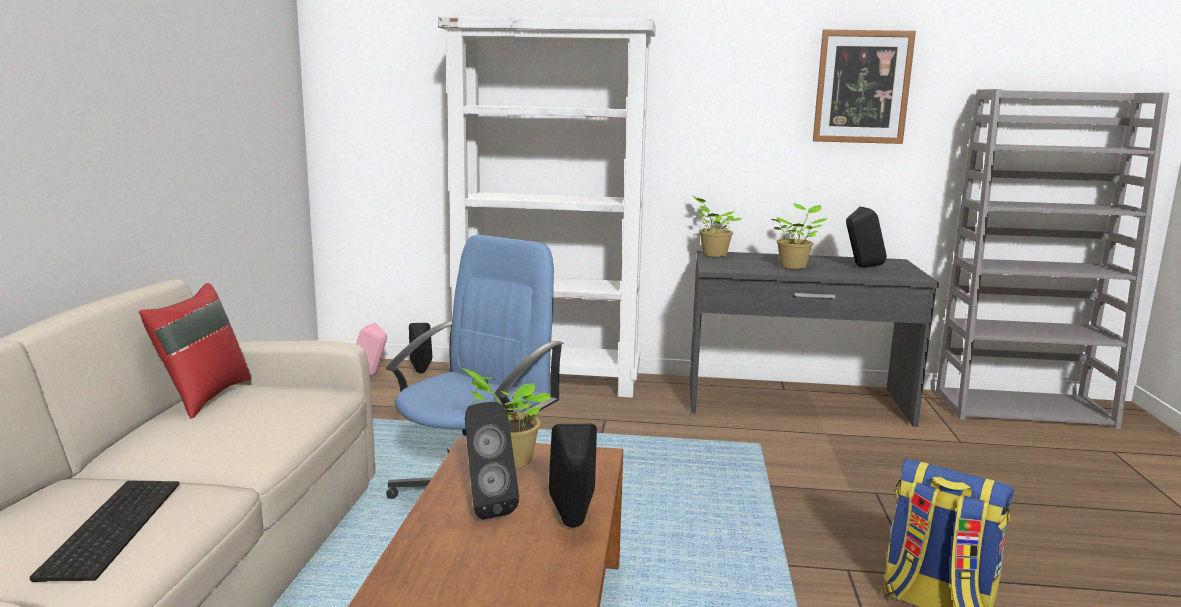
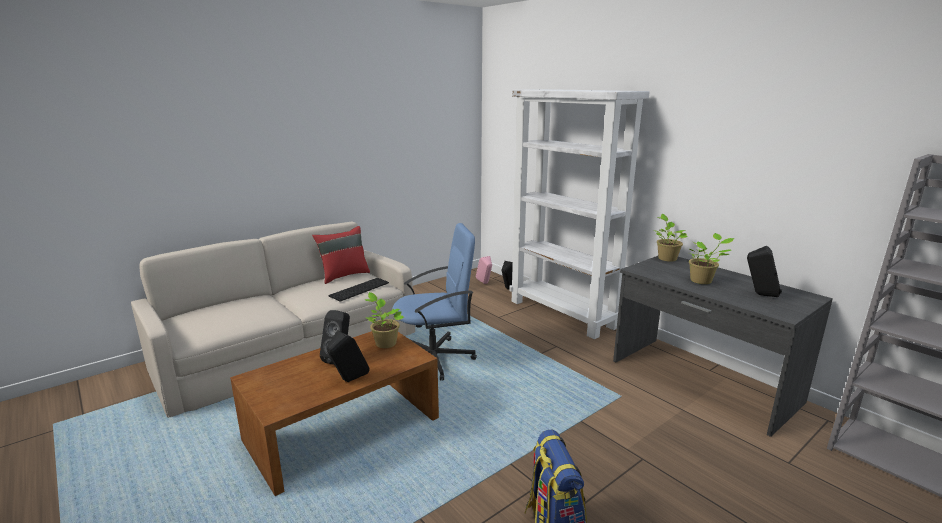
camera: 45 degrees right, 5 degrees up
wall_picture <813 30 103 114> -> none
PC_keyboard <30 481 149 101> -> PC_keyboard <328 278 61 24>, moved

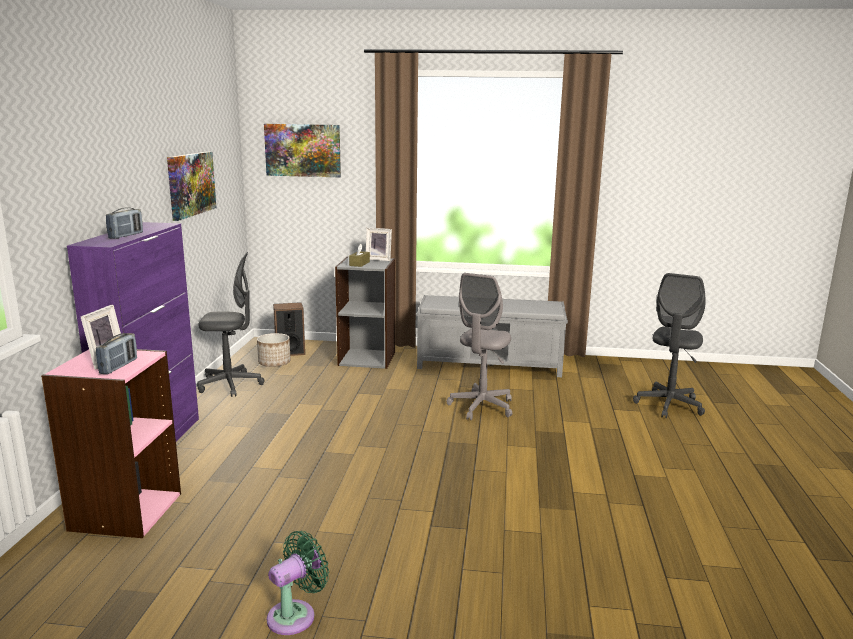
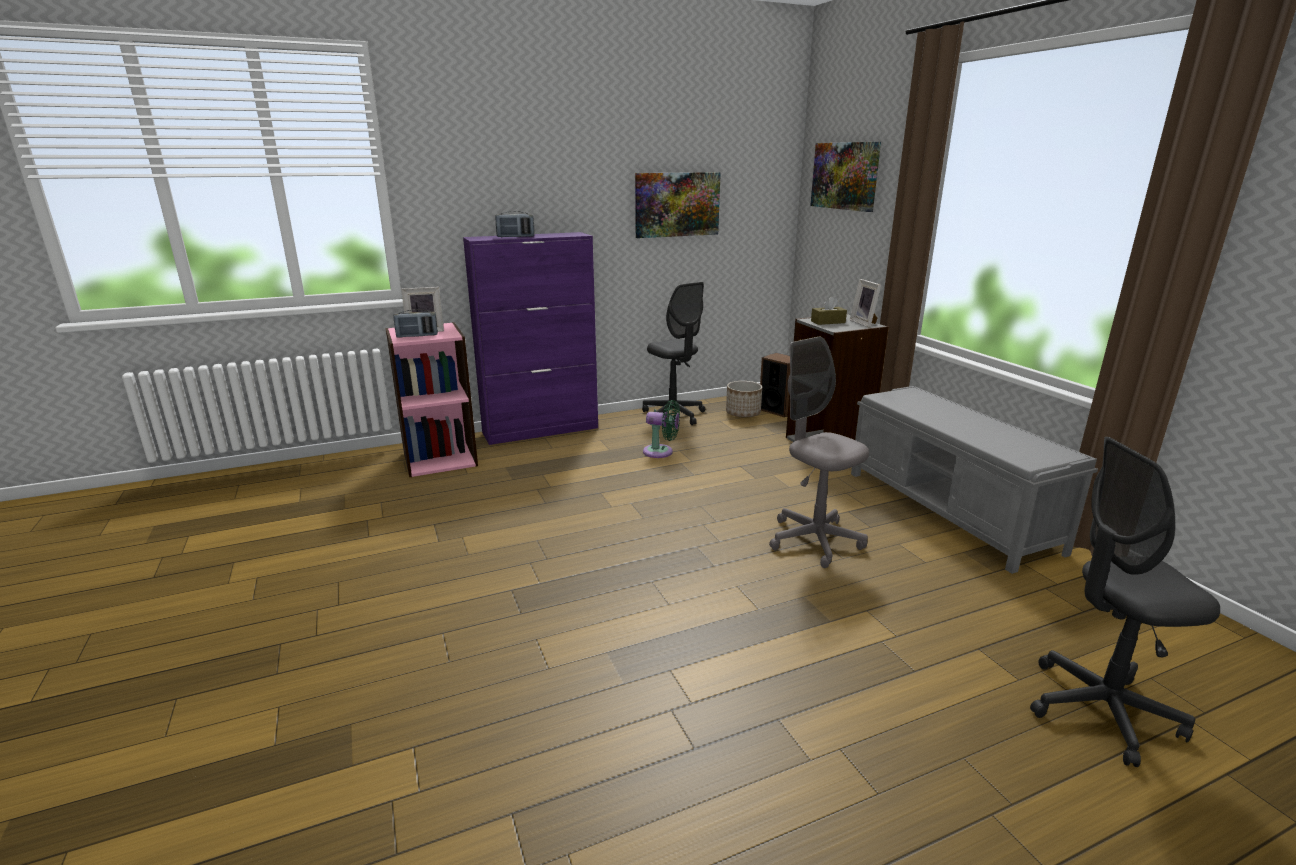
camera: 60 degrees right, 5 degrees up
gray_office_chair <446 273 66 147> -> gray_office_chair <769 336 100 232>, 60 degrees clockwise
greenish_cooling_fan <267 531 62 104> -> greenish_cooling_fan <643 400 37 58>, moved

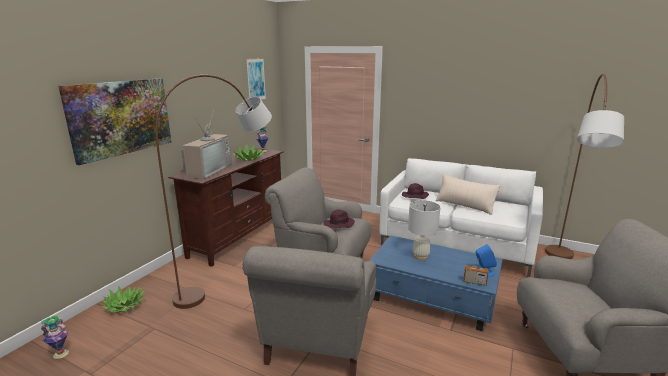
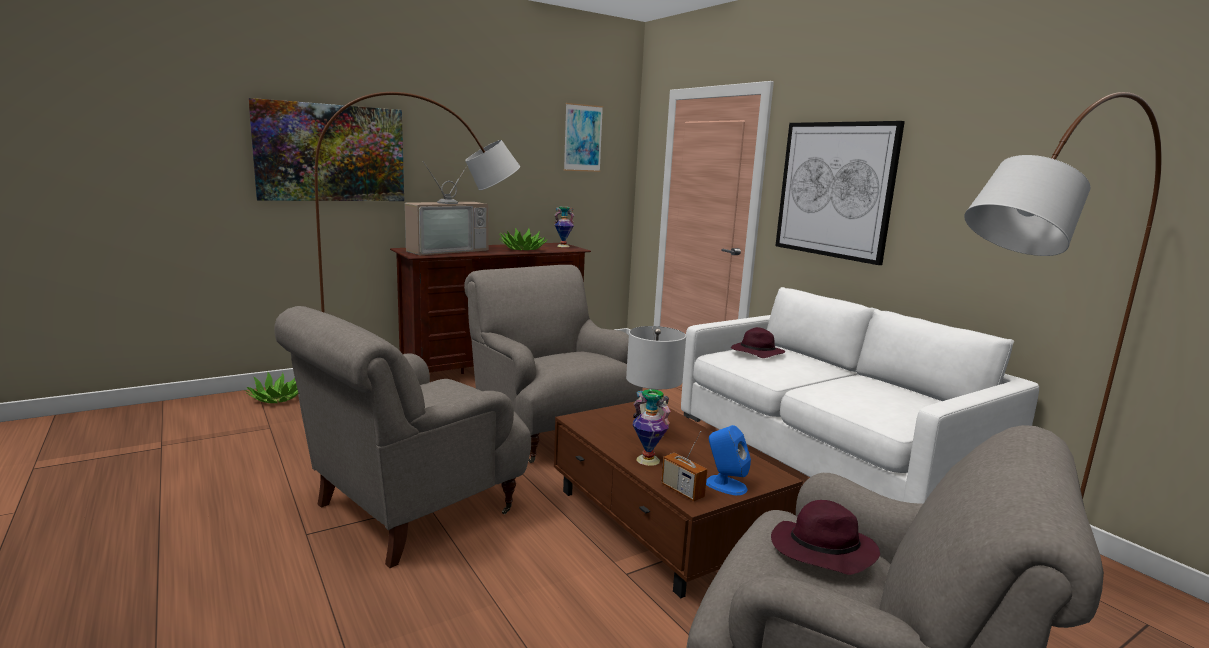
camera: 30 degrees right, 5 degrees down
beige-coloured_cushion <436 174 64 41> -> none
purple_clothing_hat <323 209 32 19> -> purple_clothing_hat <771 500 109 75>, moved
bluish_lounge_table <370 235 132 96> -> brown_lounge_table <554 402 249 196>
decorative_vase <41 316 28 43> -> decorative_vase <632 389 39 77>, moved
none -> wall_picture <775 121 130 144>

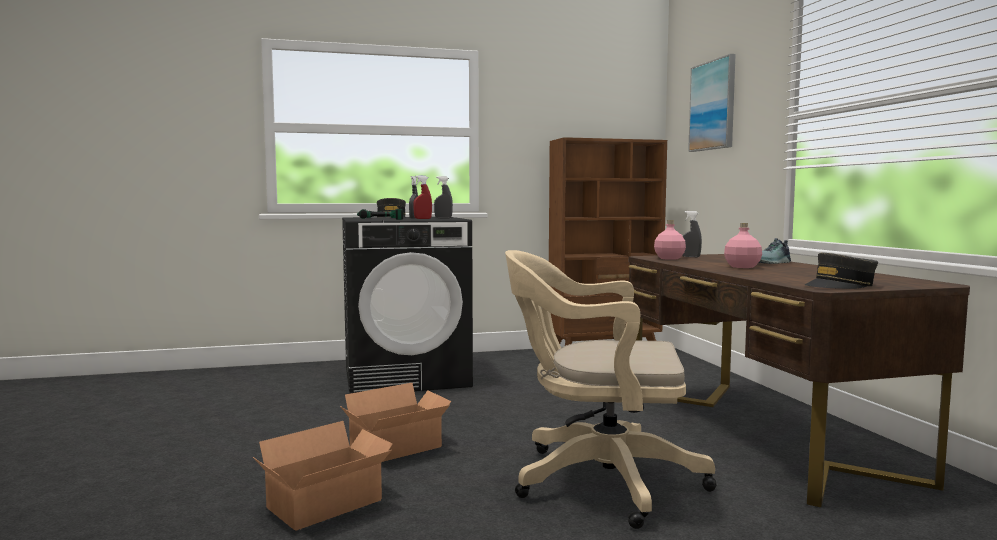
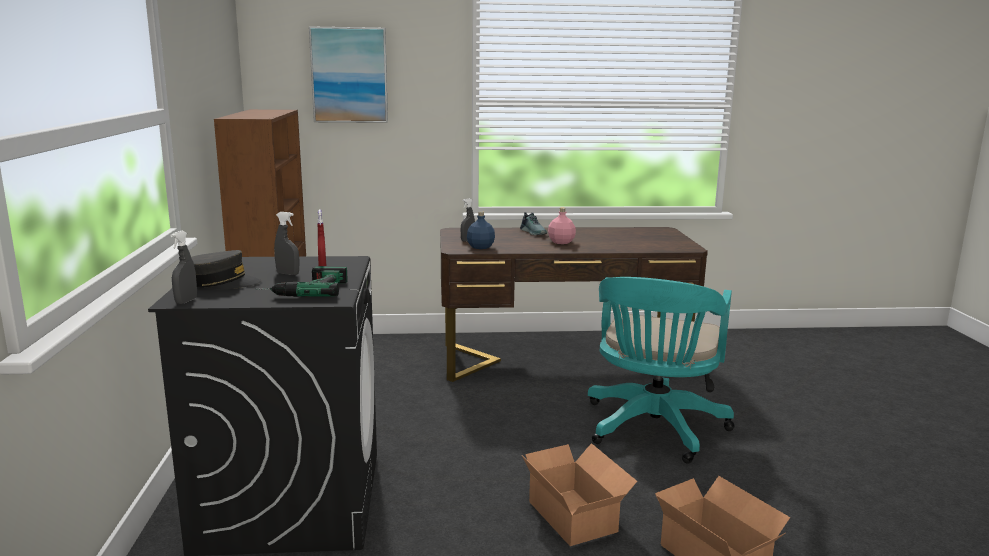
camera: 80 degrees left, 10 degrees up
gray_spray_bottle <434 176 19 42> -> gray_spray_bottle <170 231 27 73>, moved
pinkish_beverage_bottle <654 220 32 40> -> bluish_beverage_bottle <467 211 28 38>
beige-coloured_office_chair <505 250 212 279> -> turquoise_office_chair <588 277 147 187>
gray_baseball_cap <805 253 73 36> -> none

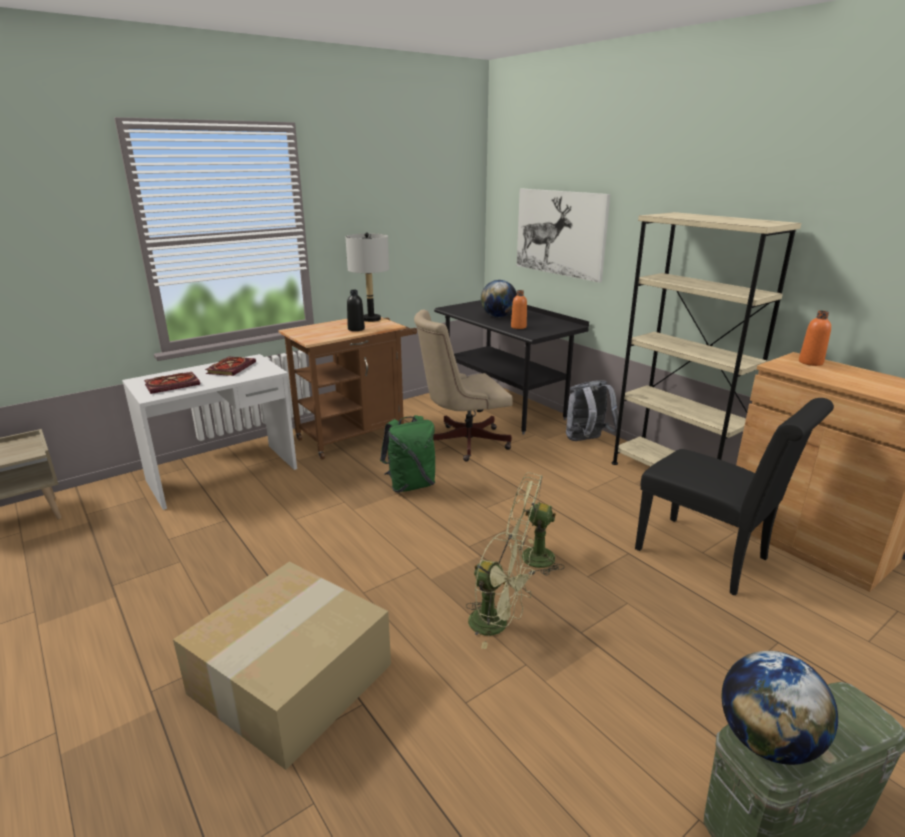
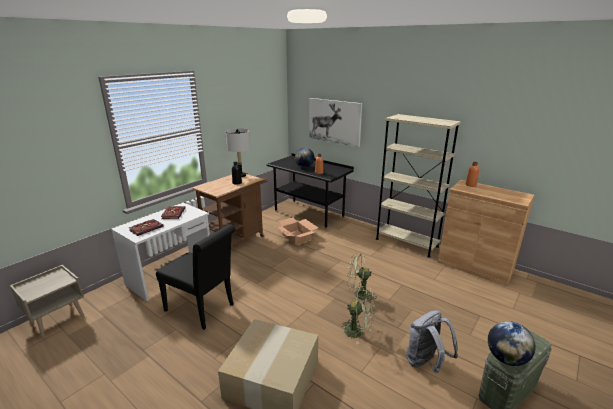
camera: 15 degrees left, 0 degrees up
beige-coloured_office_chair <414 310 99 152> -> cardboard_box <275 217 43 28>
gray_backpack <566 380 52 61> -> gray_backpack <406 310 52 63>, moved
black-coloured_upright_chair <635 398 199 198> -> black-coloured_upright_chair <156 224 79 106>, moved
greenish_backpack <380 415 55 78> -> none

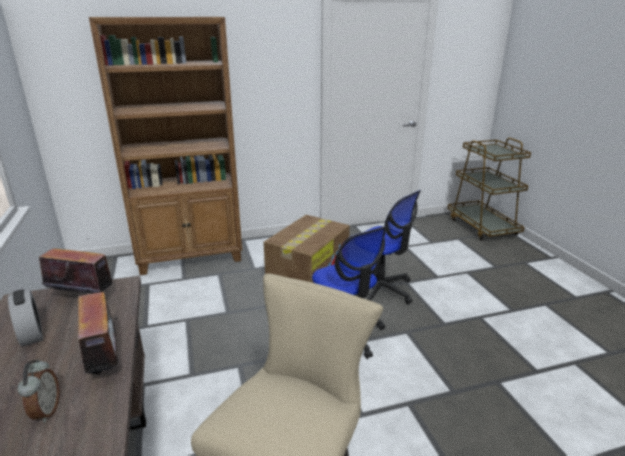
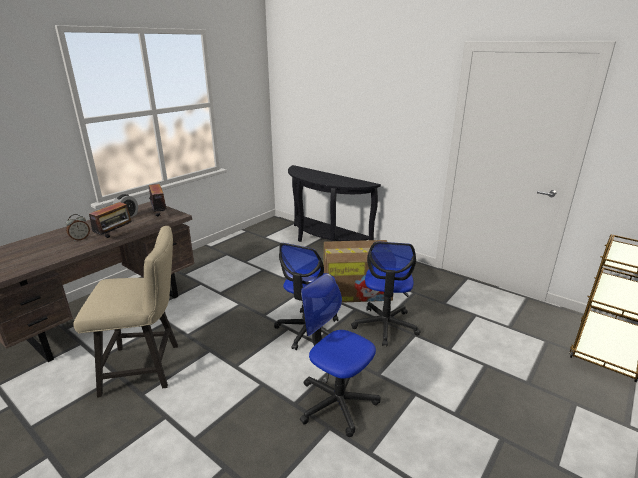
camera: 55 degrees right, 0 degrees up
brown_bookshelf <89 17 153 258> -> black-coloured_narrow_table <288 165 93 77>
none -> office_chair <300 273 81 164>

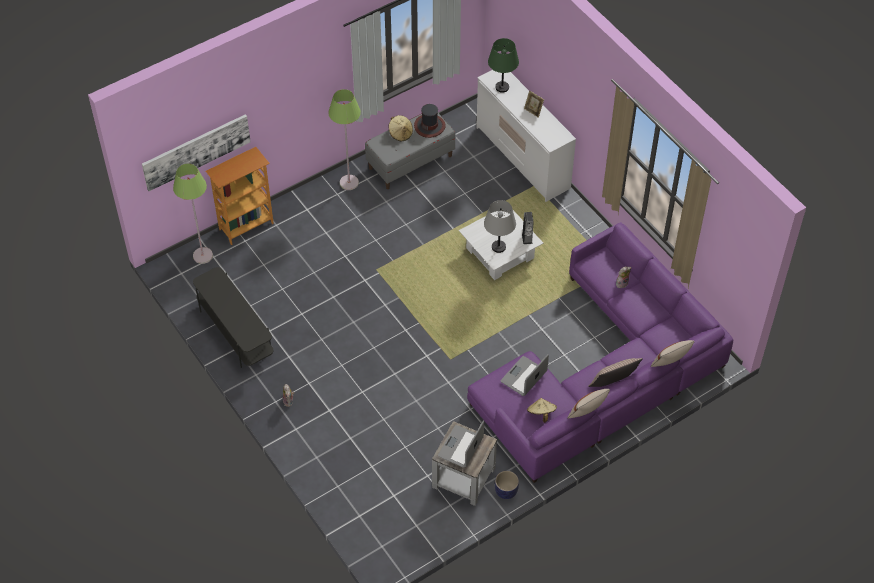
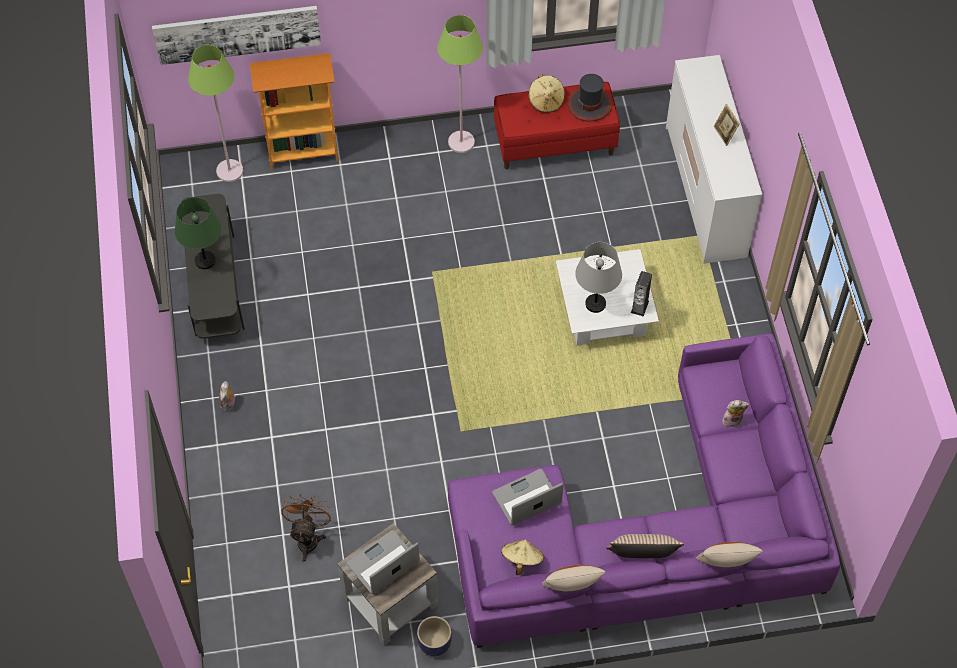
camera: 25 degrees right, 5 degrees up
greenish_lamp_for_a_table <488 38 31 55> -> greenish_lamp_for_a_table <175 197 46 72>, moved
gray_long_seat <365 113 91 76> -> reddish_long_seat <494 82 126 87>
none -> brown_cooling_fan <281 494 51 67>

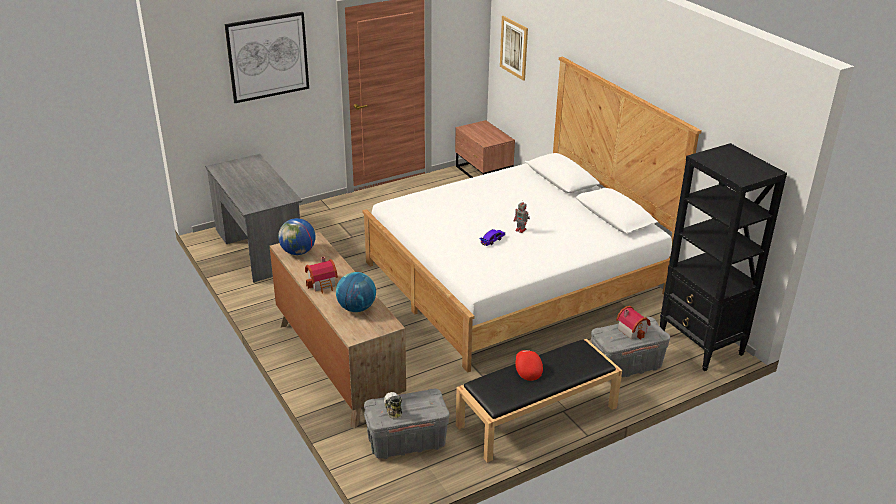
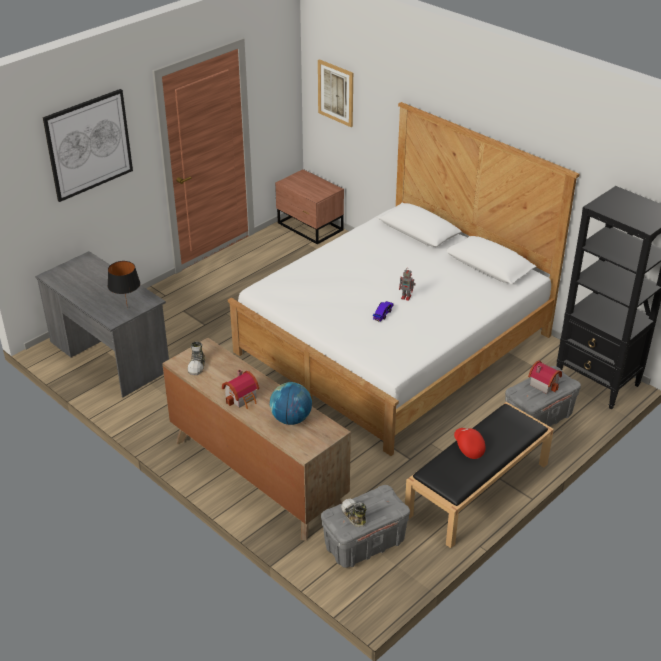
camera: 15 degrees left, 5 degrees up
world_globe <278 218 38 37> -> shoe <188 341 18 34>
none -> black-coloured_lamp_for_a_table <108 261 32 48>

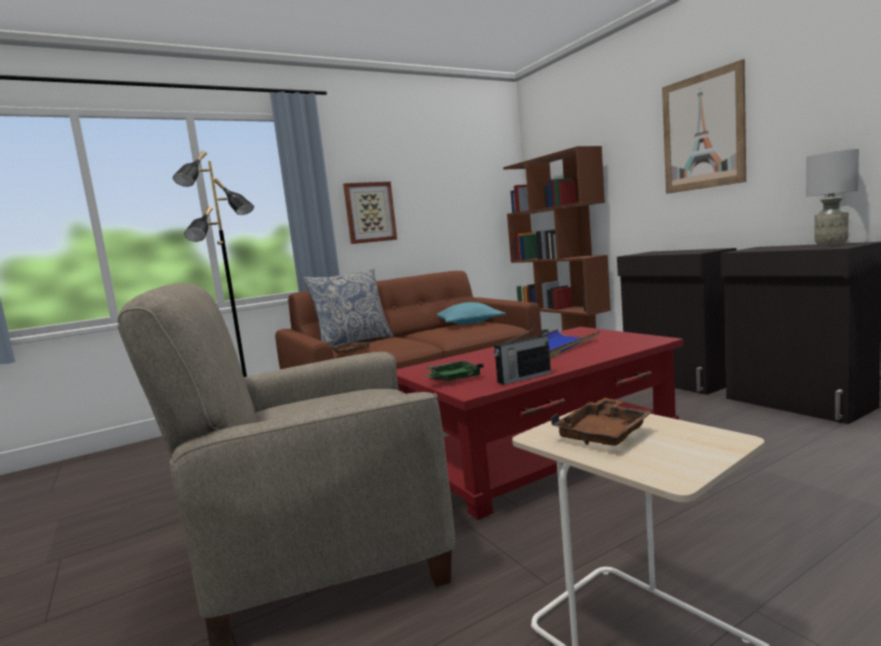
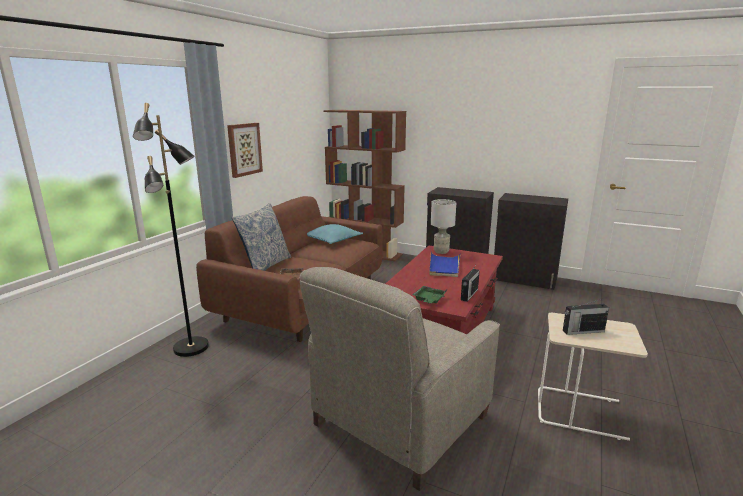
camera: 35 degrees left, 10 degrees up
wall_picture <662 59 84 135> -> none
gray_lamp_for_a_table <806 149 53 97> -> gray_lamp_for_a_table <431 199 25 55>, moved
brown_serving_tray <550 398 104 47> -> radio <563 299 46 36>

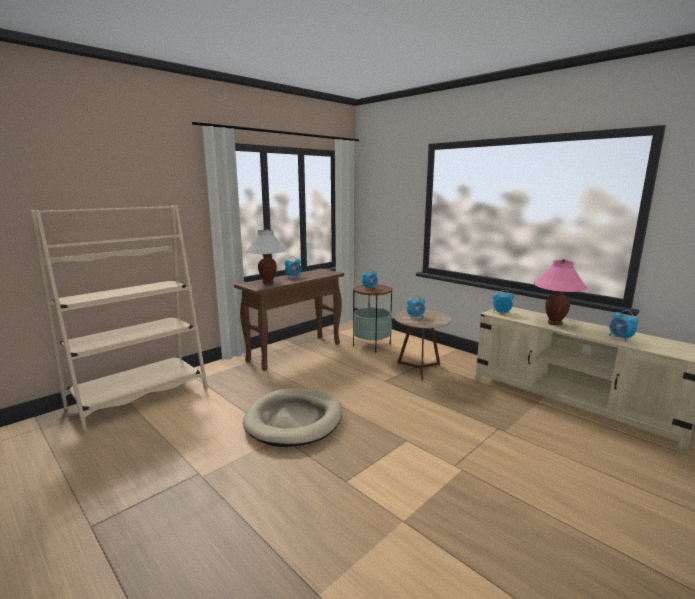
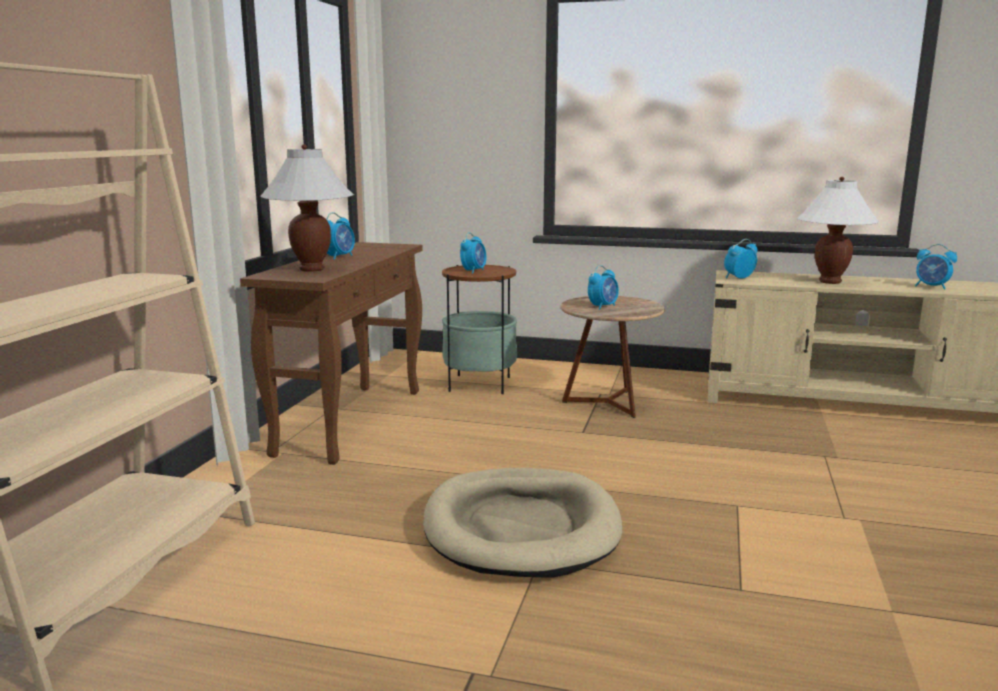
camera: 30 degrees left, 0 degrees up
pinkish_lamp_for_a_table <534 259 54 66> -> white-coloured_lamp_for_a_table <797 177 82 107>

